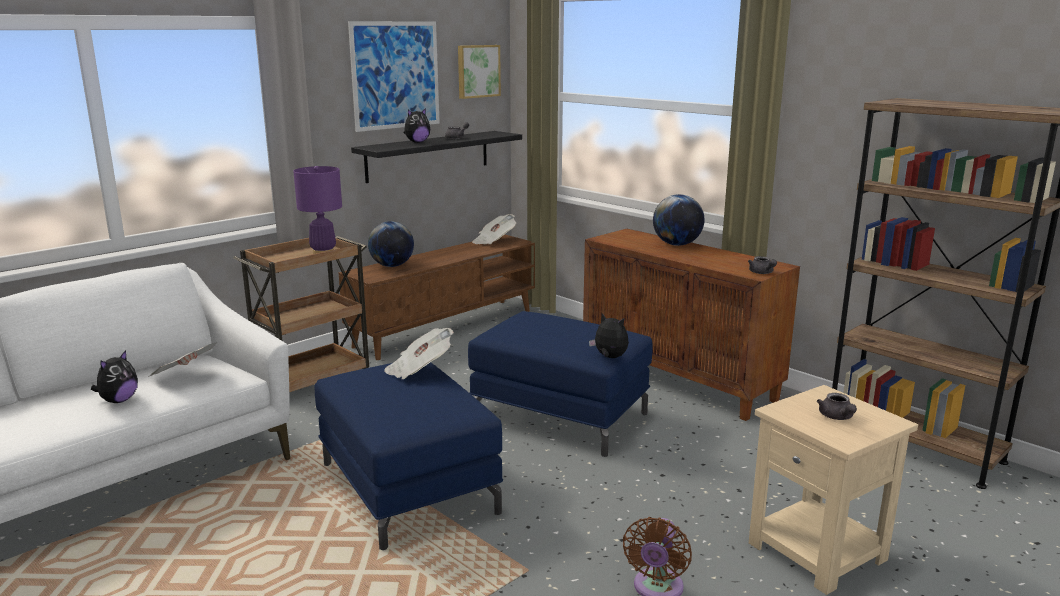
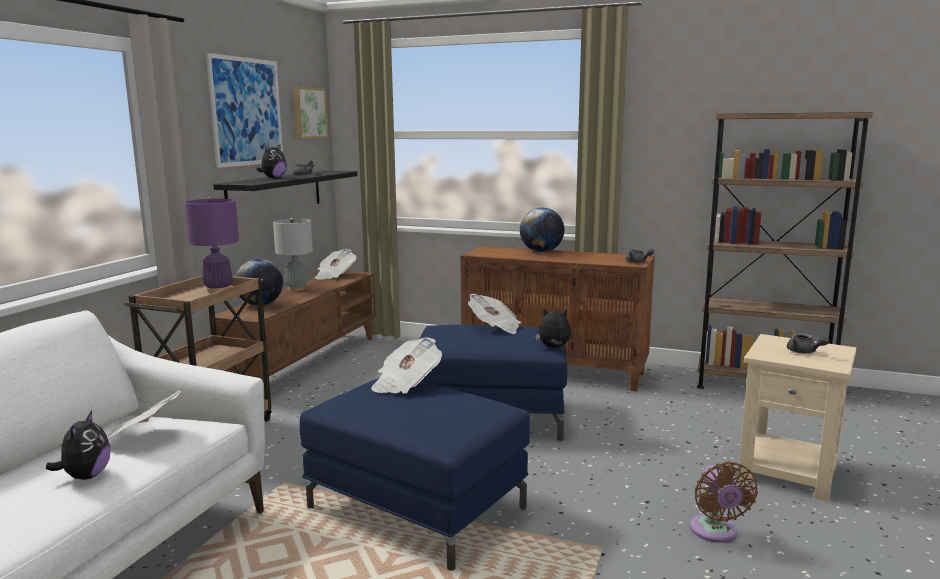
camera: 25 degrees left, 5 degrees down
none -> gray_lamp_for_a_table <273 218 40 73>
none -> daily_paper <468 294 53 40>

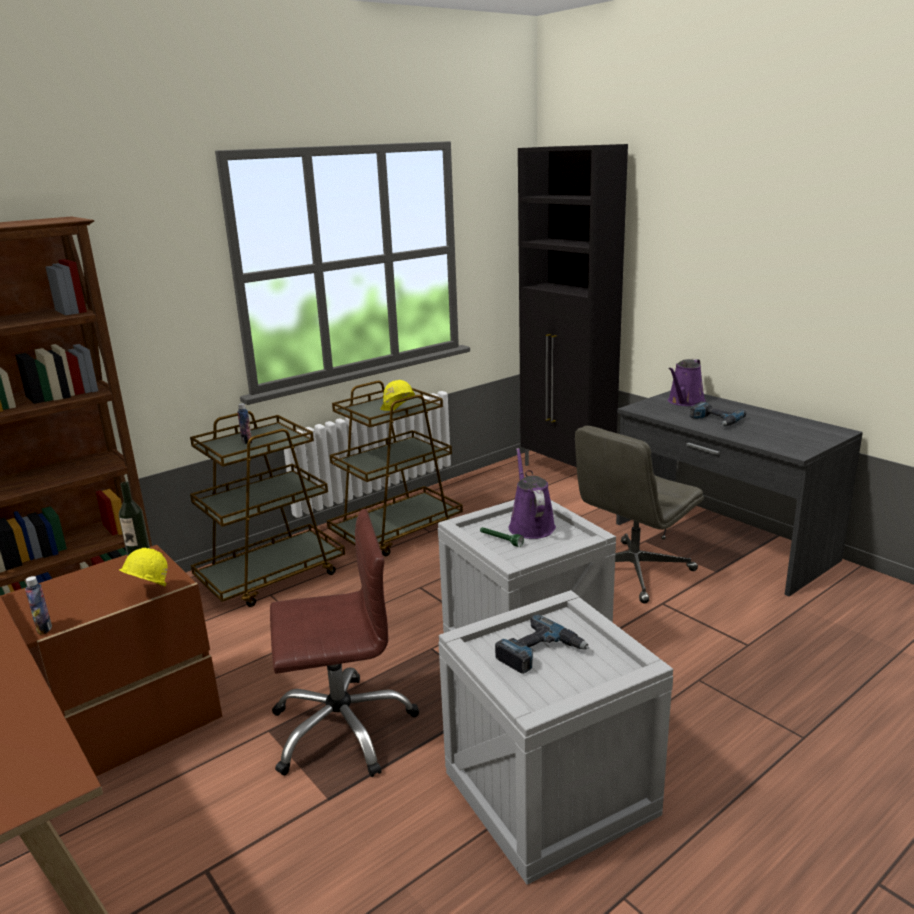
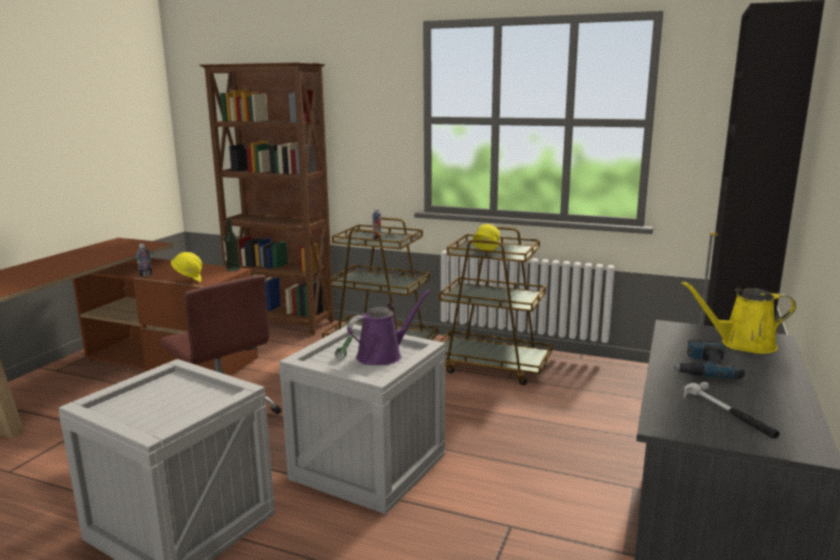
camera: 60 degrees right, 5 degrees down
purple_watering_pot <668 359 37 47> -> yellow_watering_pot <681 281 115 73>
gray_office_chair <575 426 129 178> -> none
power_drill <495 614 94 60> -> none
none -> hammer <684 382 96 57>

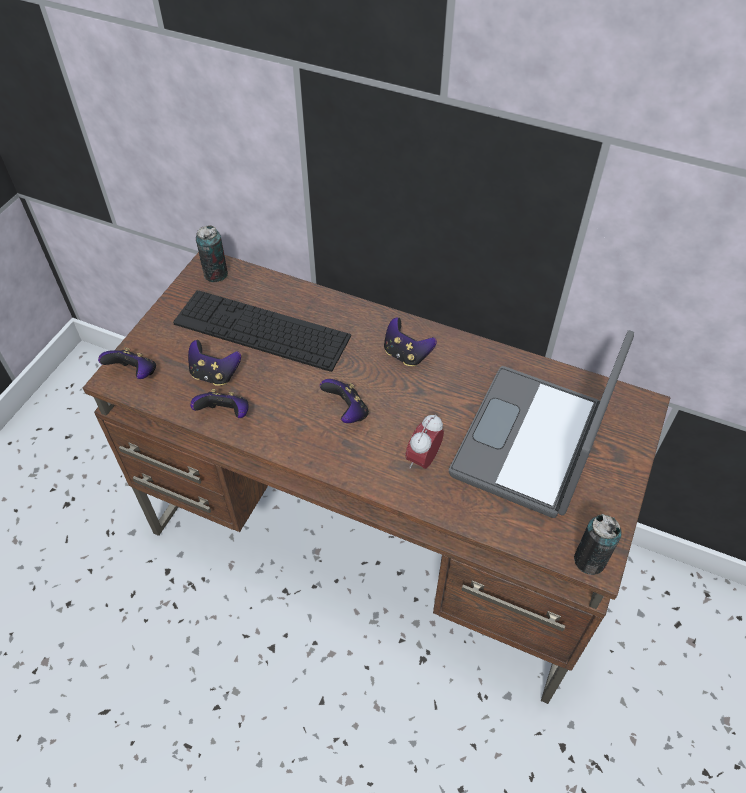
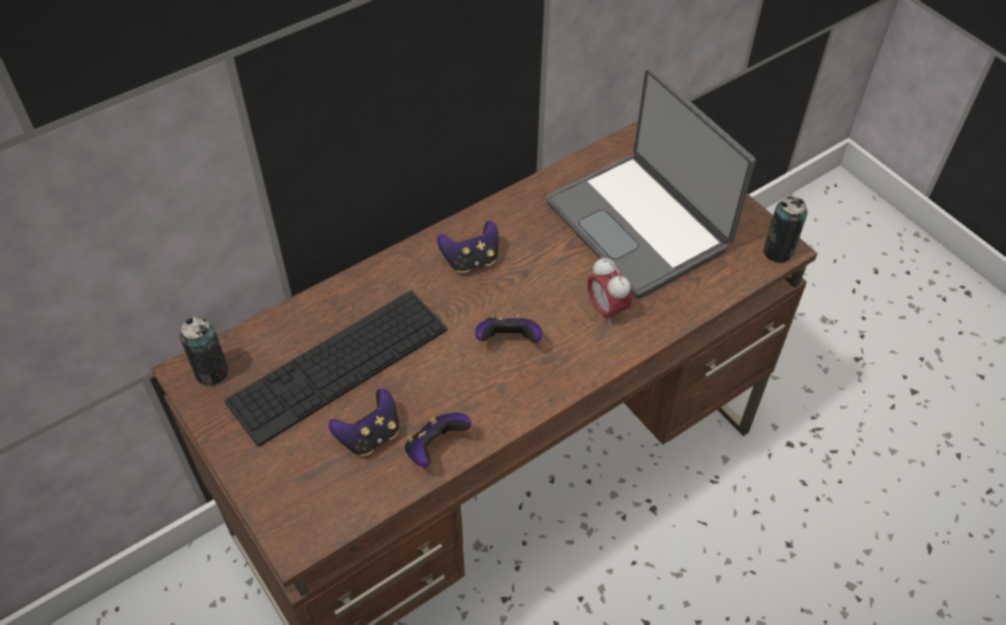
camera: 60 degrees left, 0 degrees up
joypad <98 347 58 32> -> none

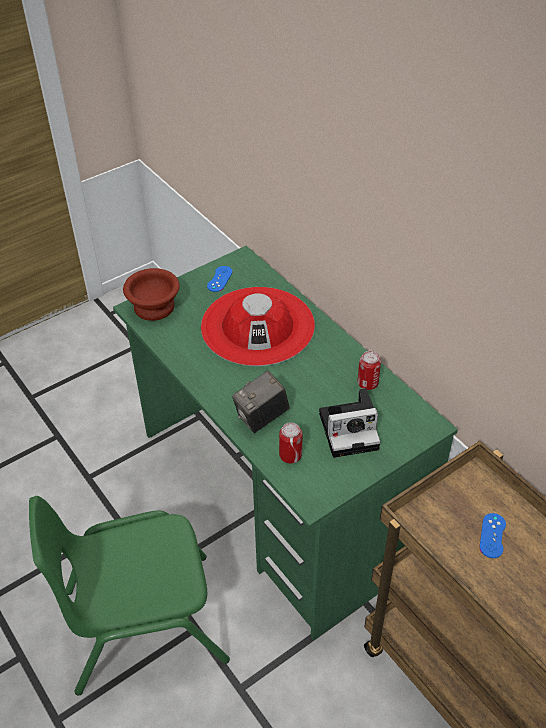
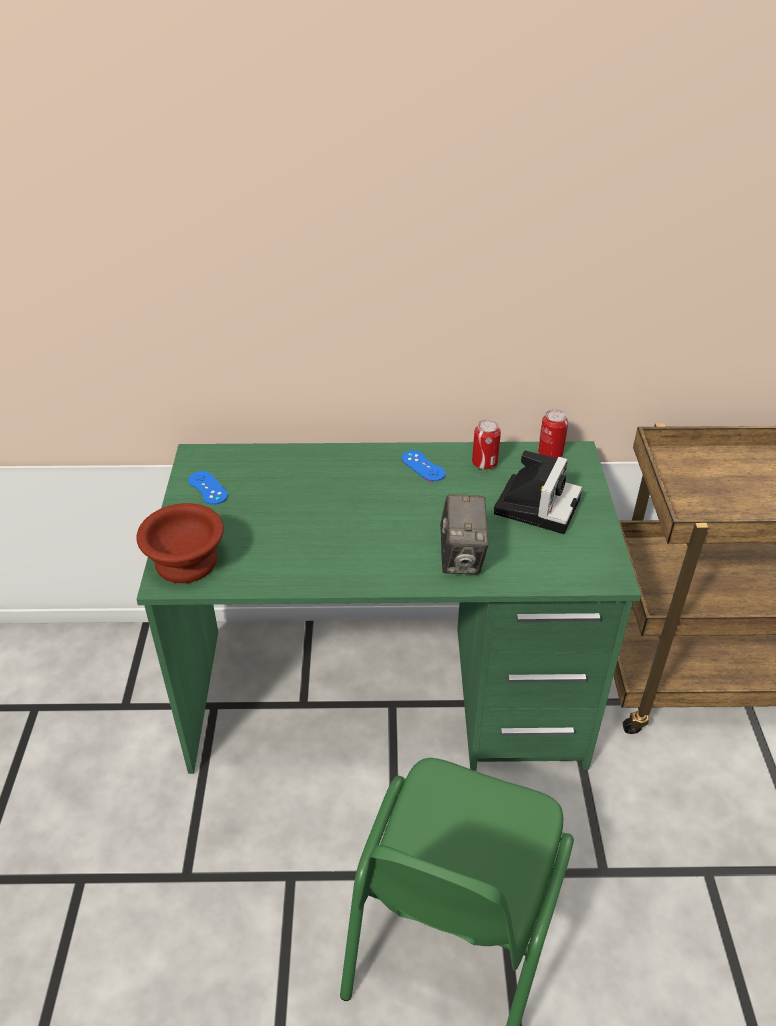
camera: 55 degrees left, 5 degrees down
reddish_clothing_hat <201 287 114 79> -> none
sealed_can <279 422 23 41> -> sealed_can <538 409 30 49>, moved
bluish_joypad <480 513 26 45> -> bluish_joypad <401 450 45 31>, moved

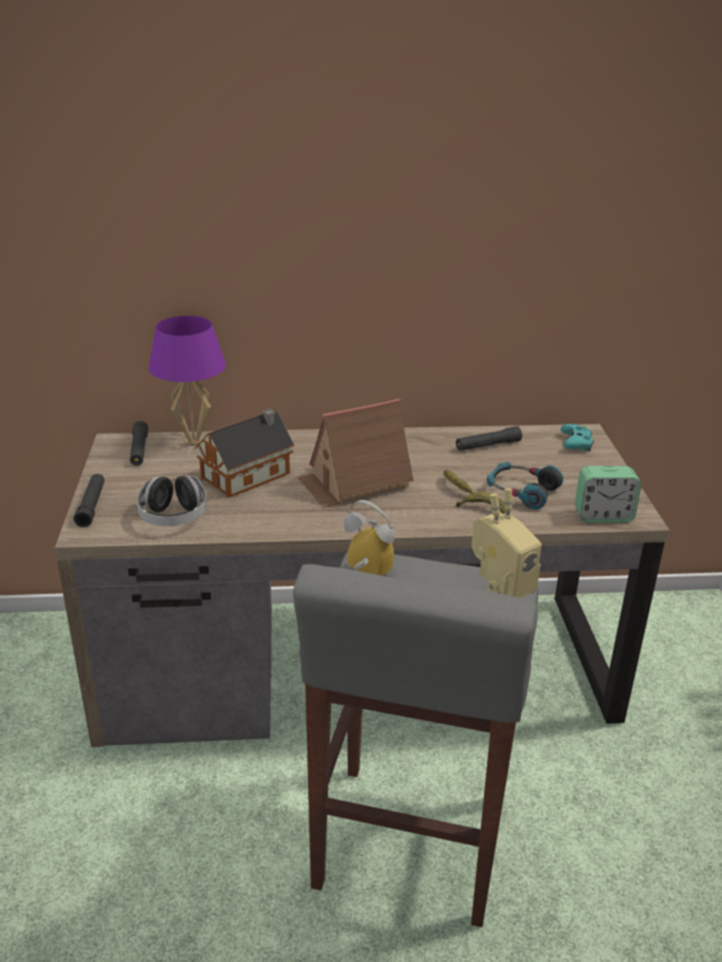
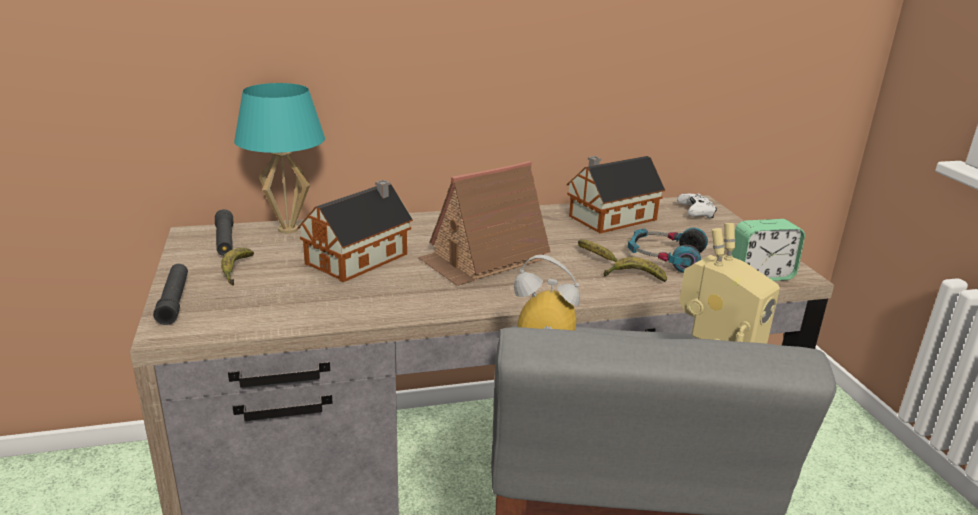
camera: 10 degrees left, 5 degrees down
purple_lamp_for_a_table <148 316 78 130> -> turquoise_lamp_for_a_table <234 83 91 150>
turquoise_joypad <561 424 33 27> -> white-coloured_joypad <677 193 40 25>
black-coloured_hand_torch <456 426 66 25> -> miniature_house <567 156 98 78>
headset <137 475 70 51> -> none
none -> banana_fruit <221 248 33 38>

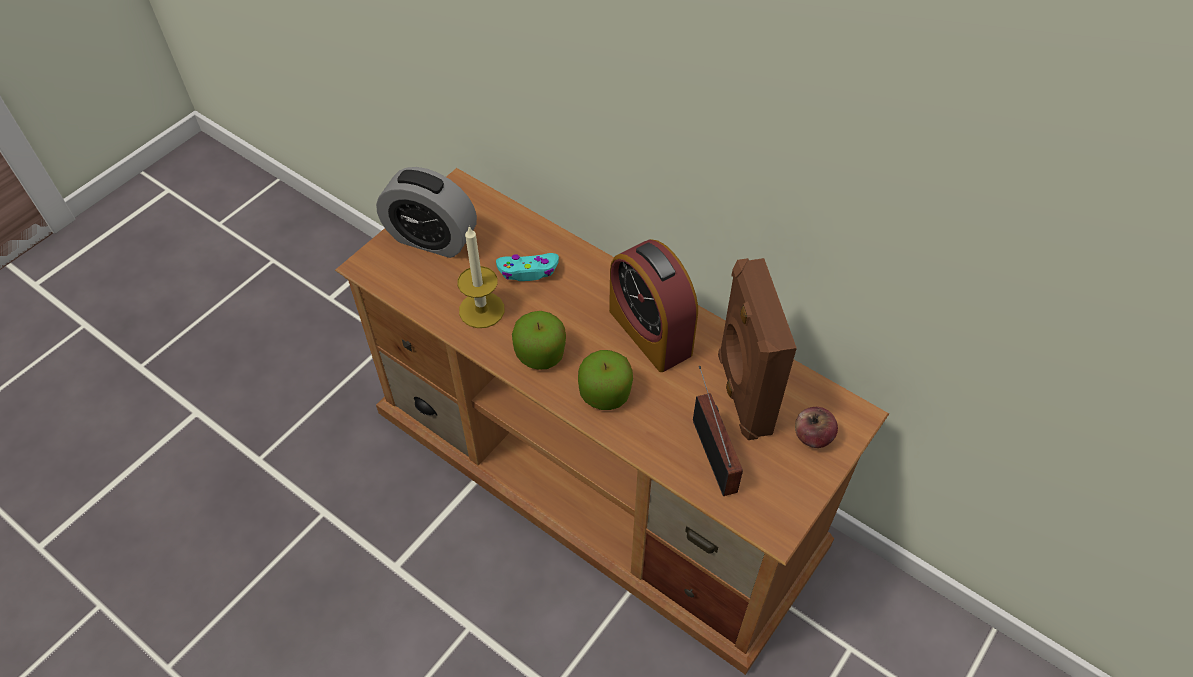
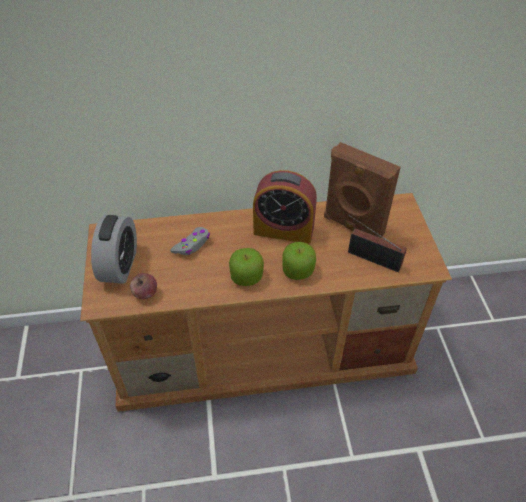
camera: 45 degrees left, 5 degrees down
alarm_clock <376 167 101 91> -> alarm_clock <91 215 46 69>, 60 degrees counterclockwise
wax_light <458 226 46 102> -> none
turquoise_joypad <496 253 63 28> -> gray_joypad <170 227 40 28>
apple_fruit <795 407 43 41> -> apple_fruit <130 273 27 26>, moved

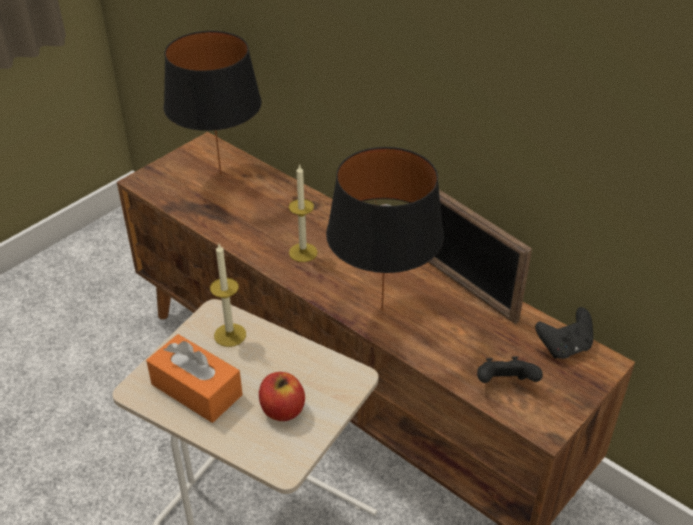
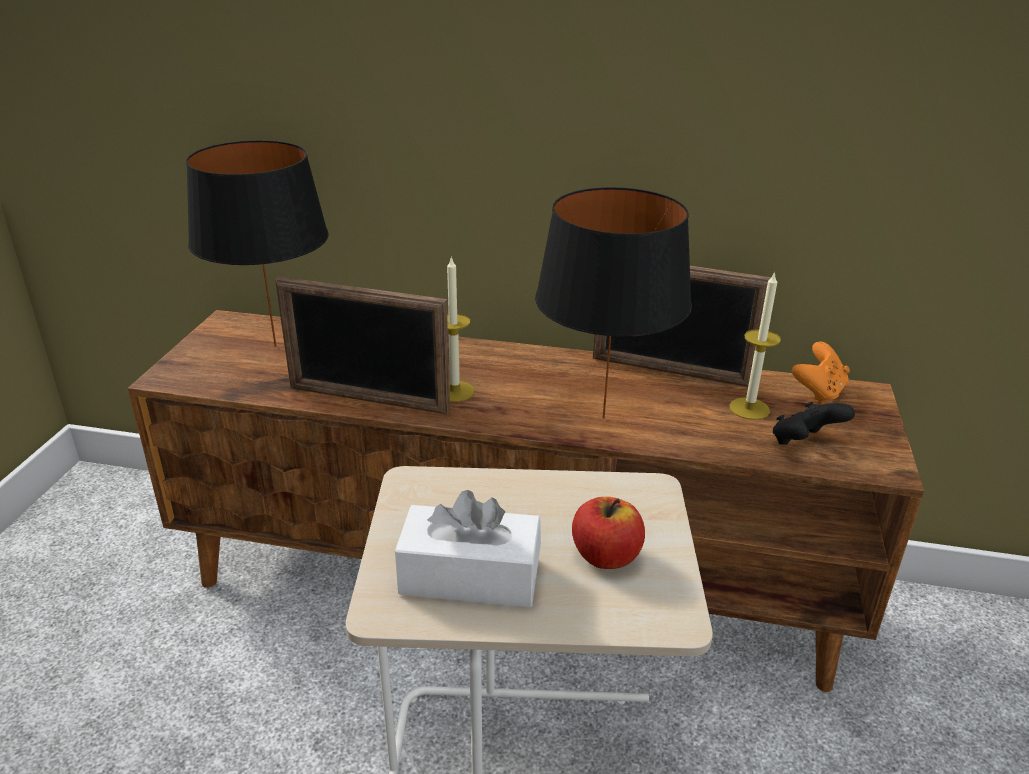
camera: 30 degrees left, 10 degrees down
wax_light <210 244 36 103> -> wax_light <729 271 52 149>, moved
black-coloured_joypad <535 307 58 52> -> orange-coloured_joypad <792 341 58 63>
orange-coloured_tissue_holder <146 334 97 89> -> white-coloured_tissue_holder <395 490 146 117>
none -> picture_frame <275 276 175 139>

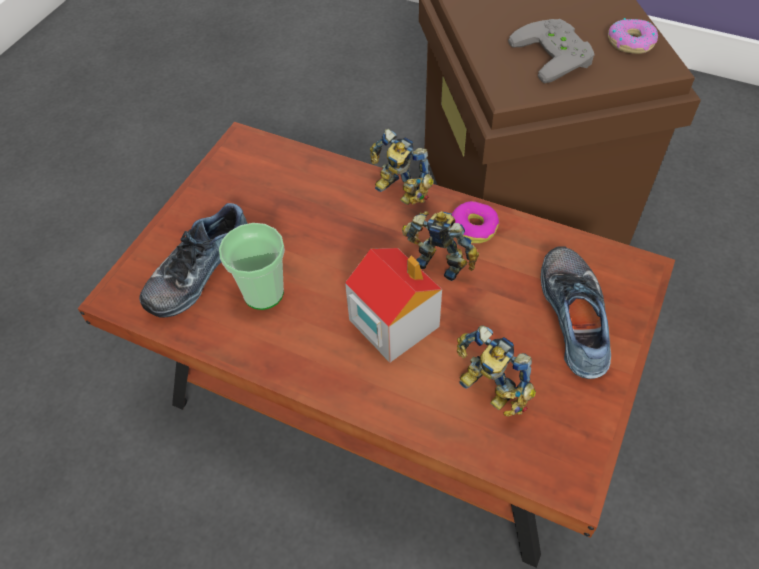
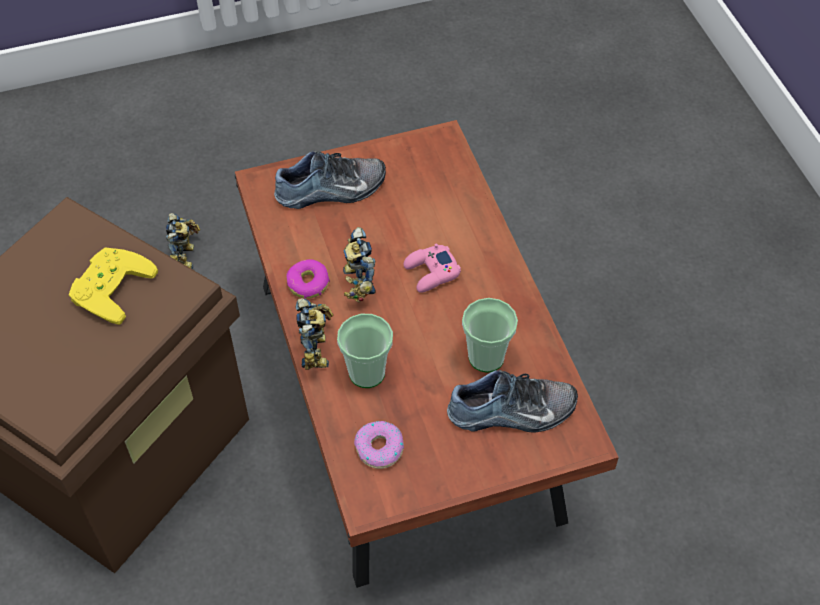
camera: 135 degrees left, 0 degrees up
doughnut <608 18 50 36> -> doughnut <354 421 50 48>, moved
gray_joypad <508 19 87 64> -> yellow_joypad <69 248 89 77>
shoe <541 247 70 132> -> shoe <274 150 112 59>, 150 degrees counterclockwise
miniature_house <345 248 97 114> -> pinkish_joypad <404 243 57 50>
robot_figure <457 325 79 92> -> robot_figure <166 213 34 56>, moved
none -> cup <337 314 56 74>

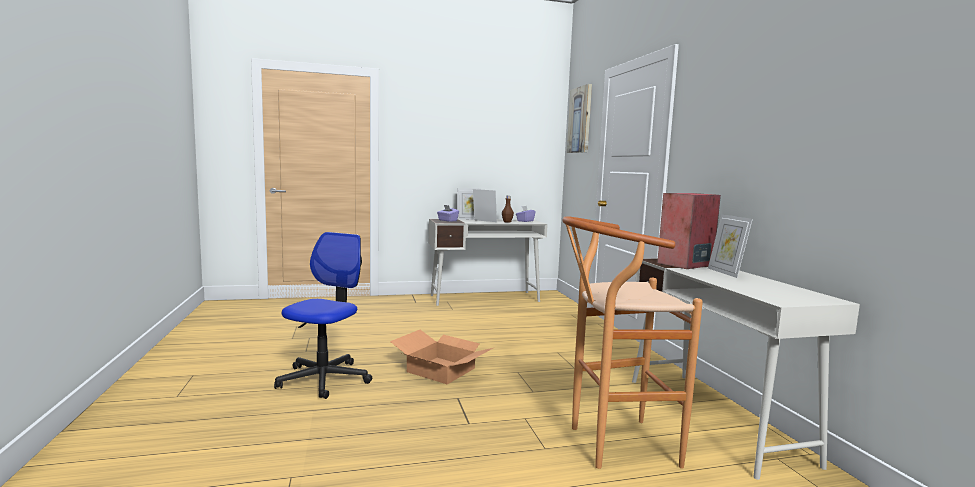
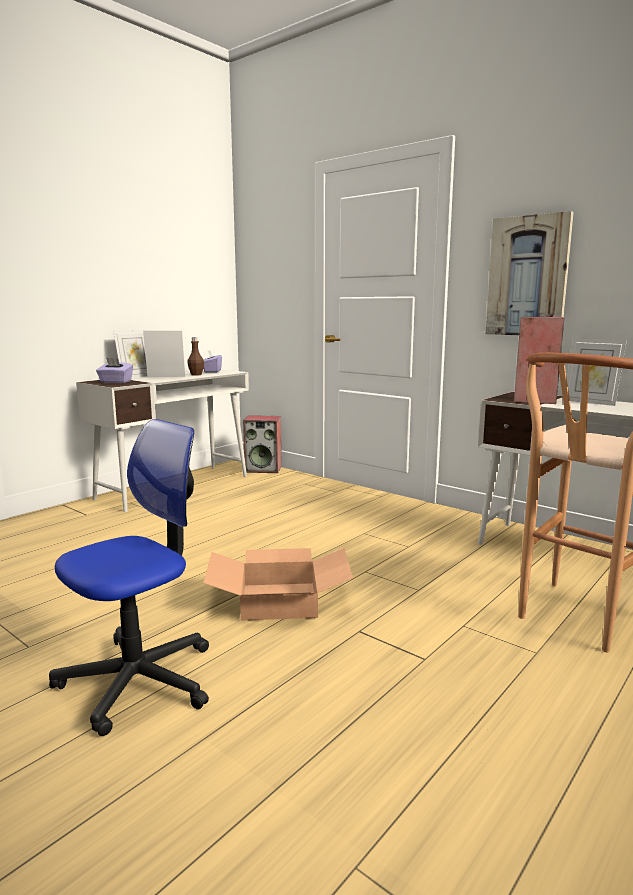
camera: 35 degrees left, 5 degrees up
wall_picture <567 84 25 69> -> wall_picture <486 211 88 124>, moved
office_chair <274 232 98 167> -> office_chair <49 419 160 317>, 60 degrees clockwise
none -> audio_speaker <243 415 38 58>

